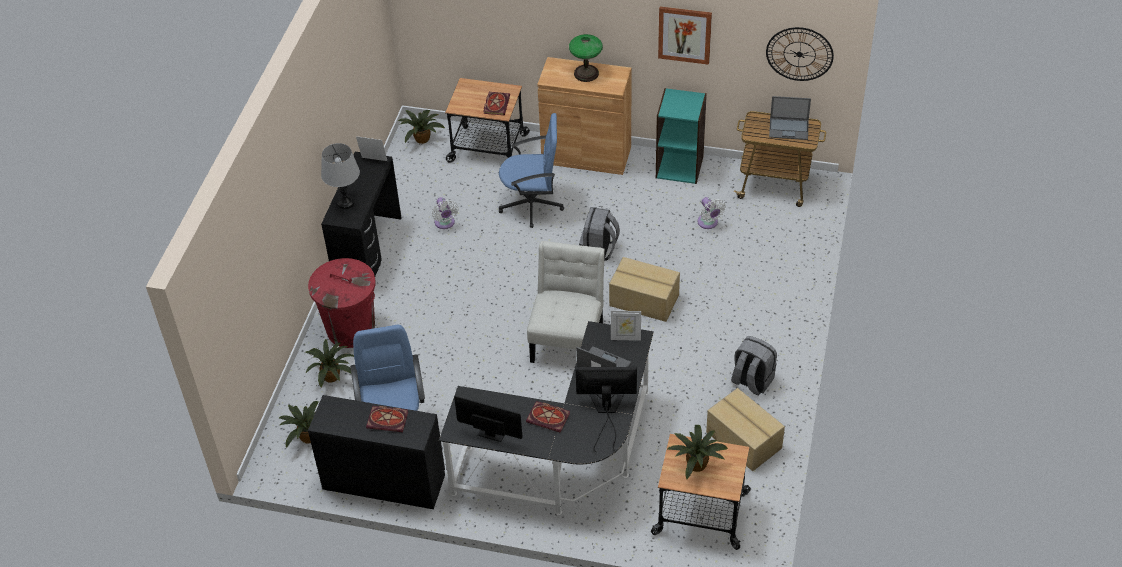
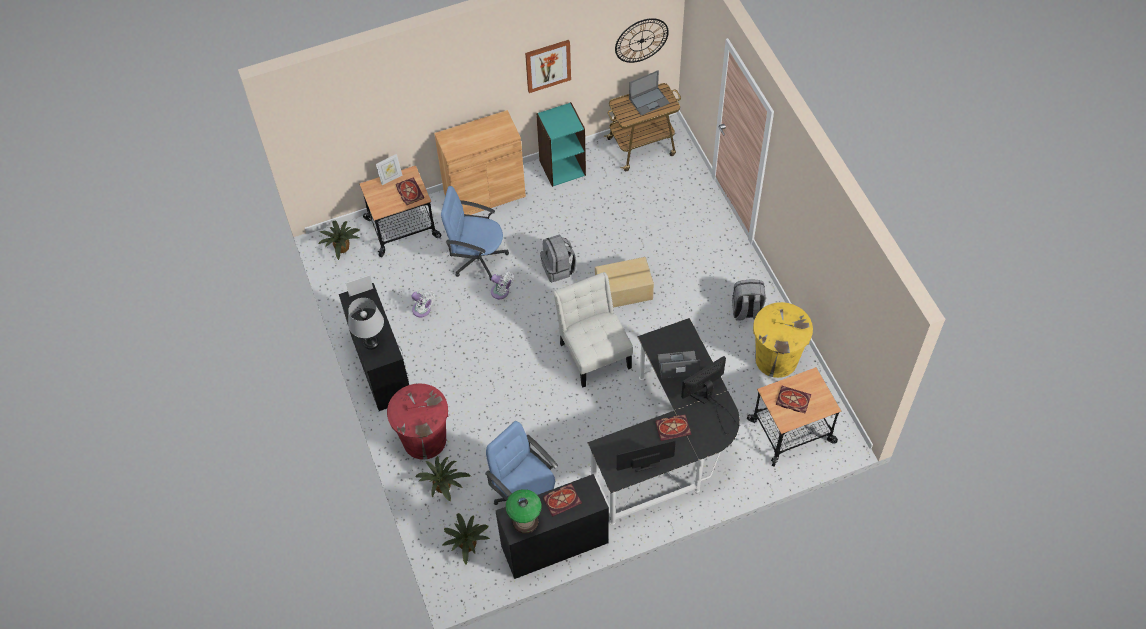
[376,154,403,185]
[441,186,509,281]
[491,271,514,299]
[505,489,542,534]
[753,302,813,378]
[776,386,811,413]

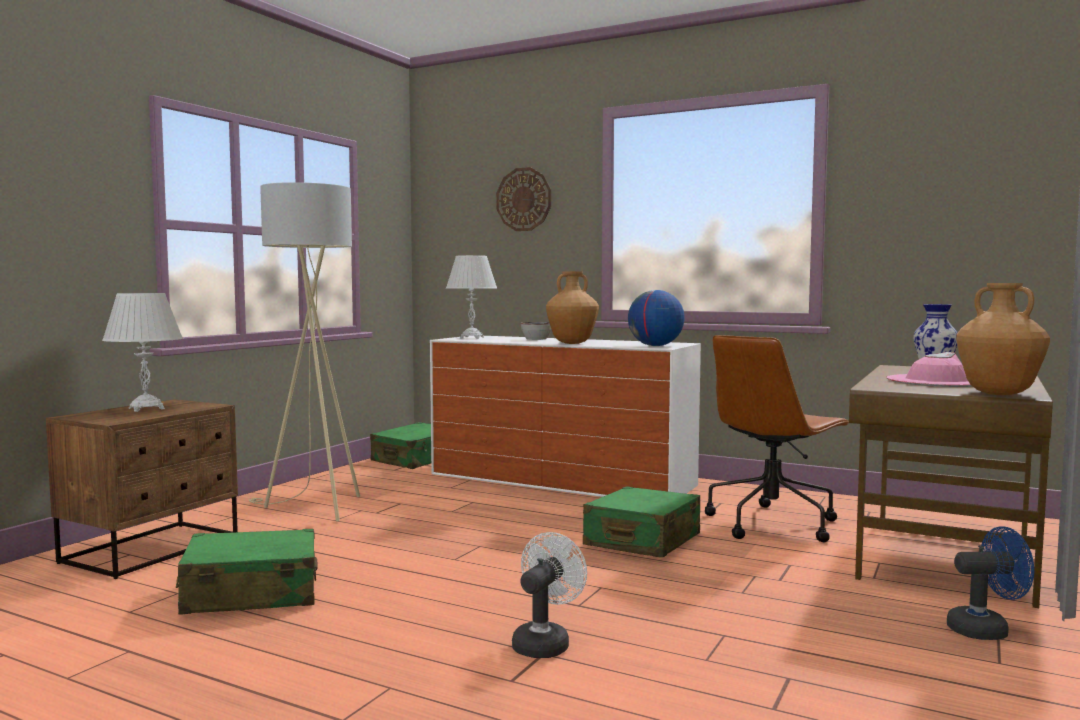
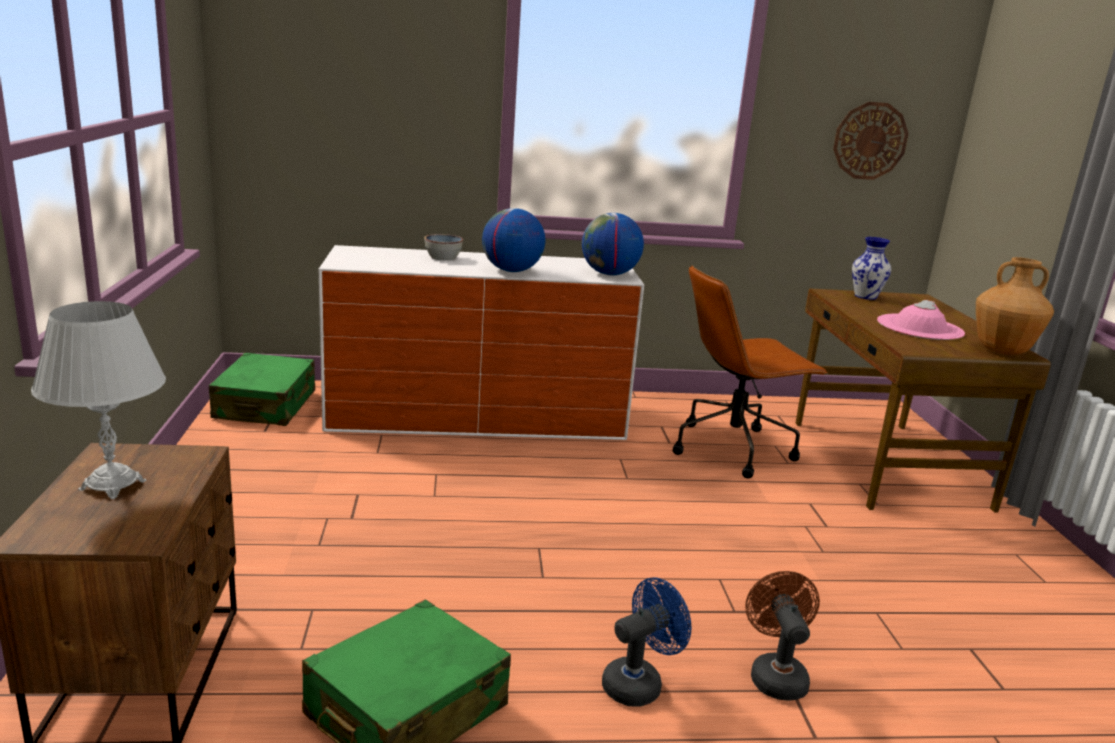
[482,208,545,272]
[602,577,692,707]
[673,265,828,478]
[745,571,820,701]
[833,102,909,180]
[249,182,360,521] (first image)
[446,255,497,339] (first image)
[583,486,700,558] (first image)

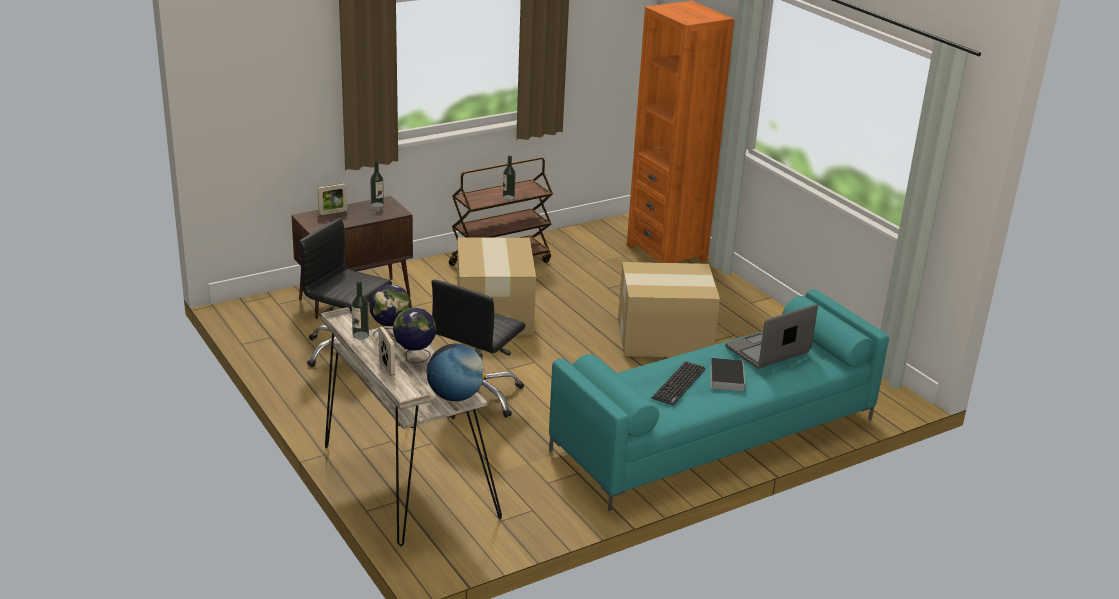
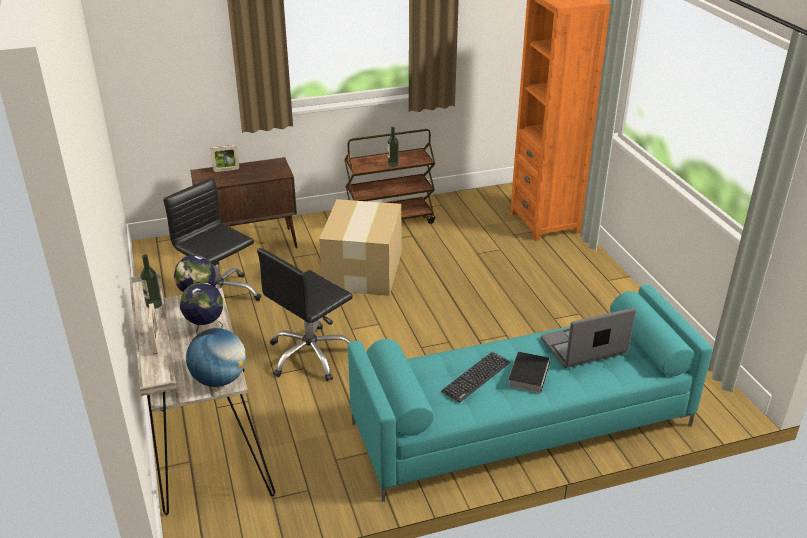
[370,161,384,208] (first image)
[618,262,720,357] (first image)

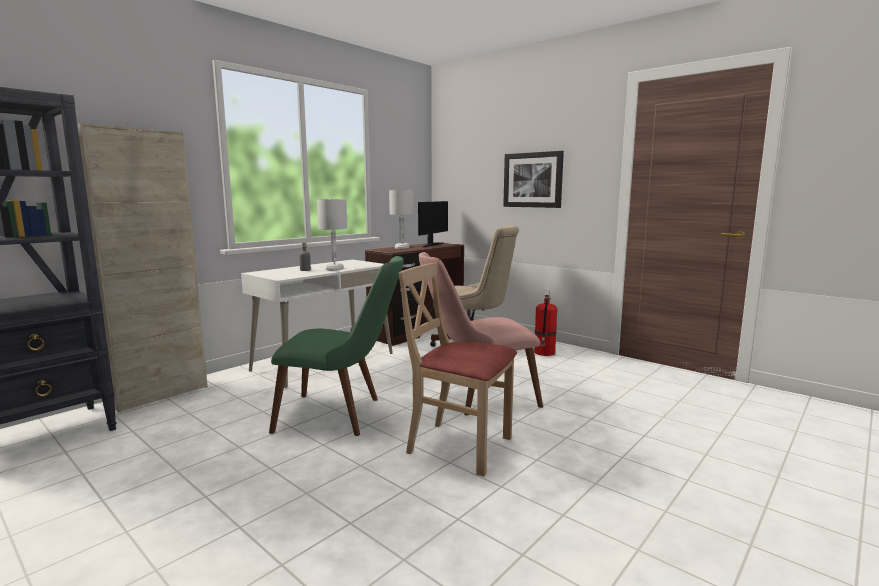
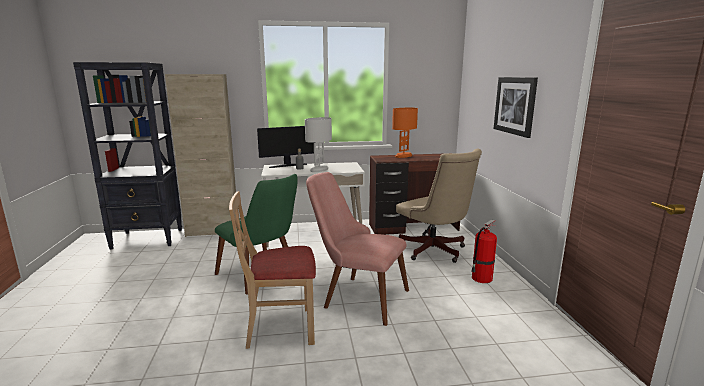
[229,191,316,349]
[257,126,314,168]
[392,108,418,158]

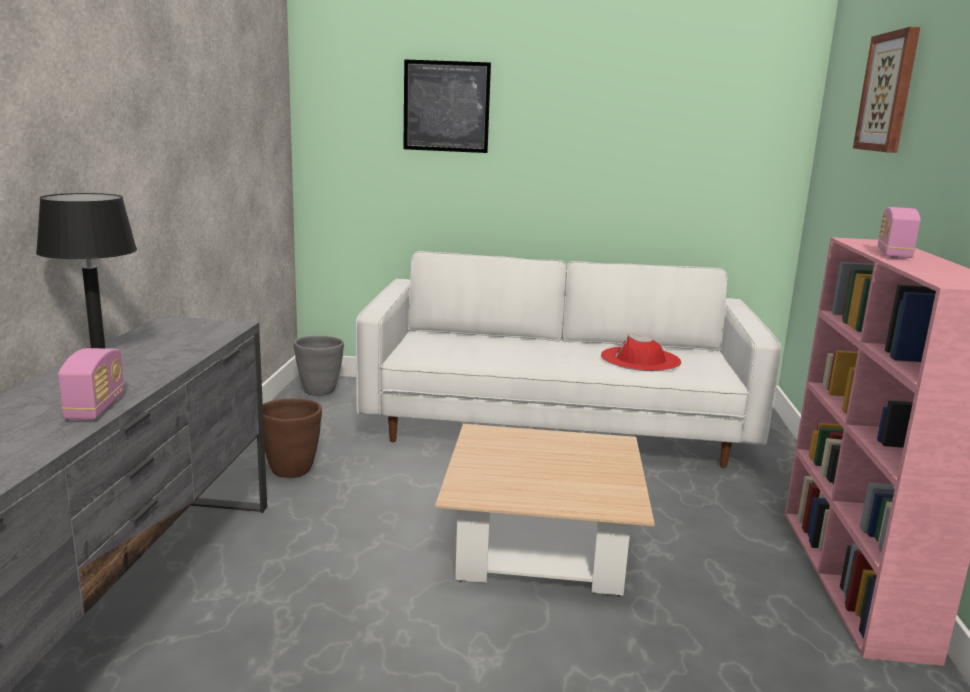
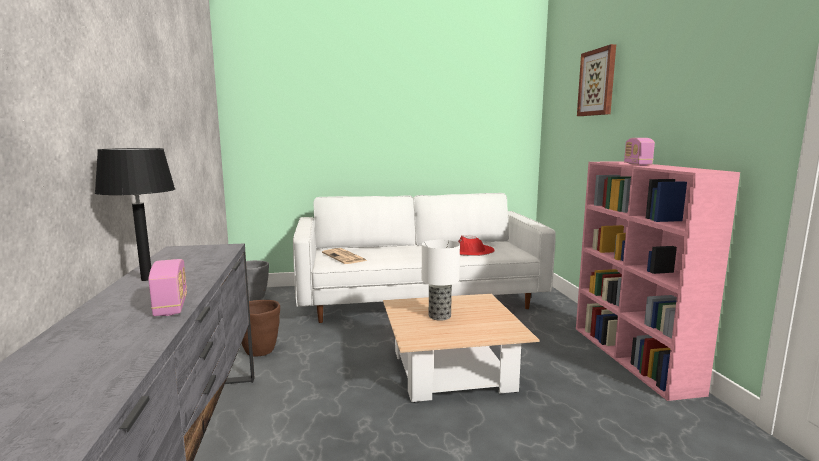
[322,248,367,264]
[422,240,460,321]
[403,59,491,153] (first image)

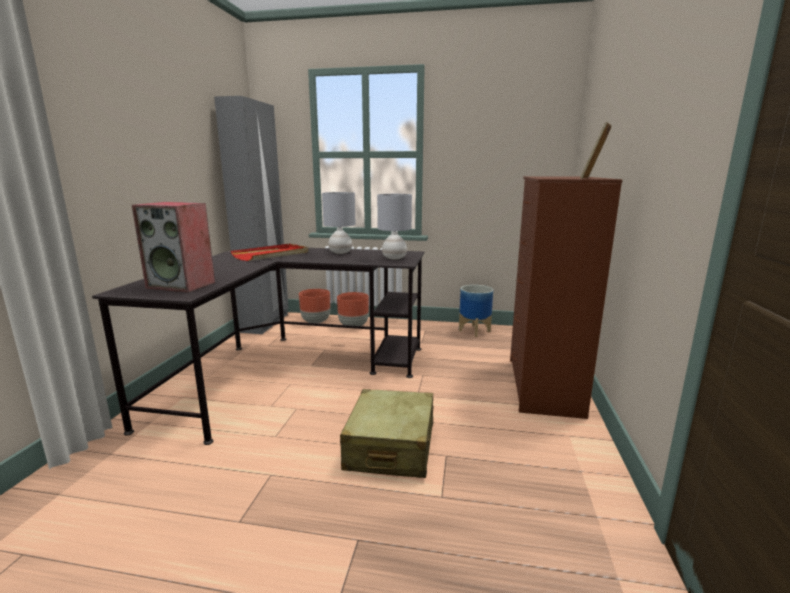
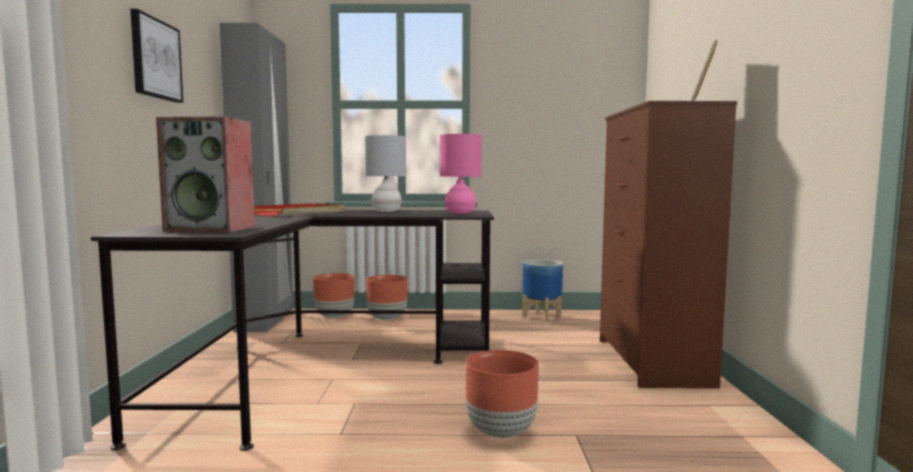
[130,9,183,103]
[440,134,482,214]
[465,350,539,438]

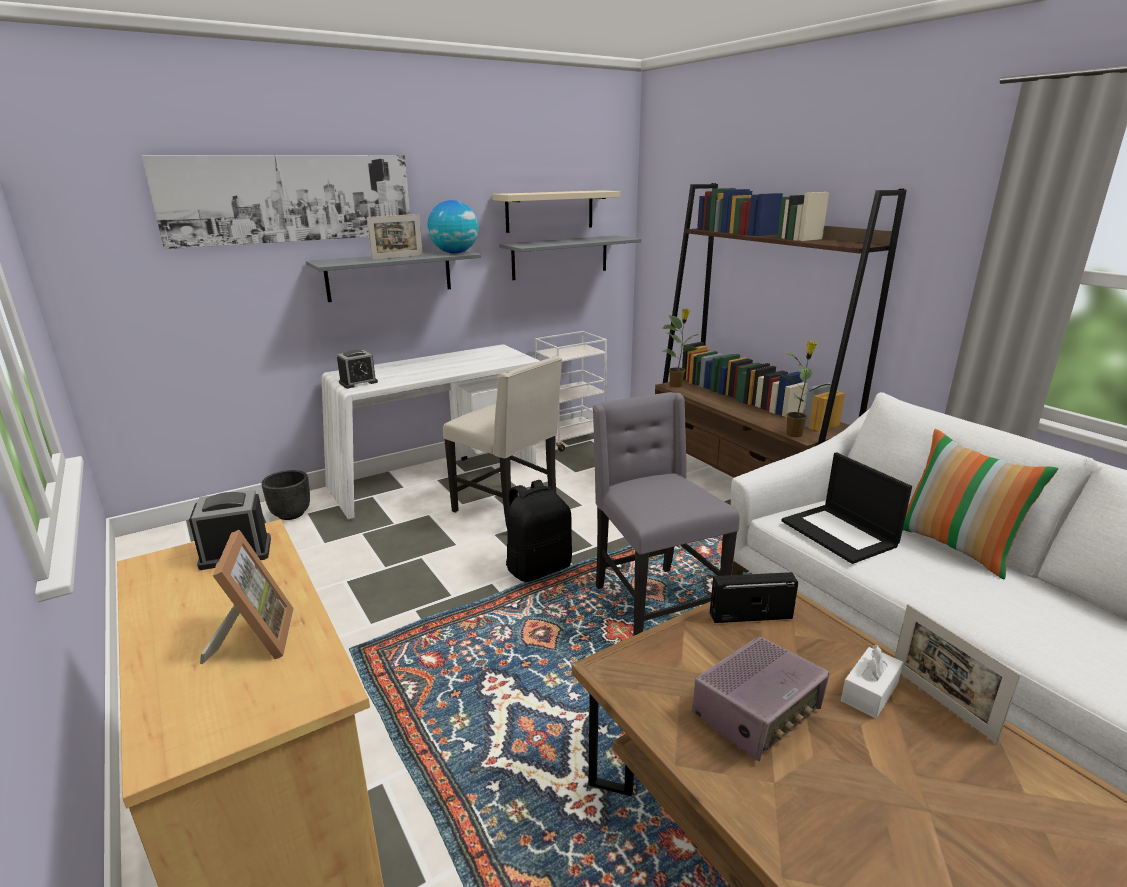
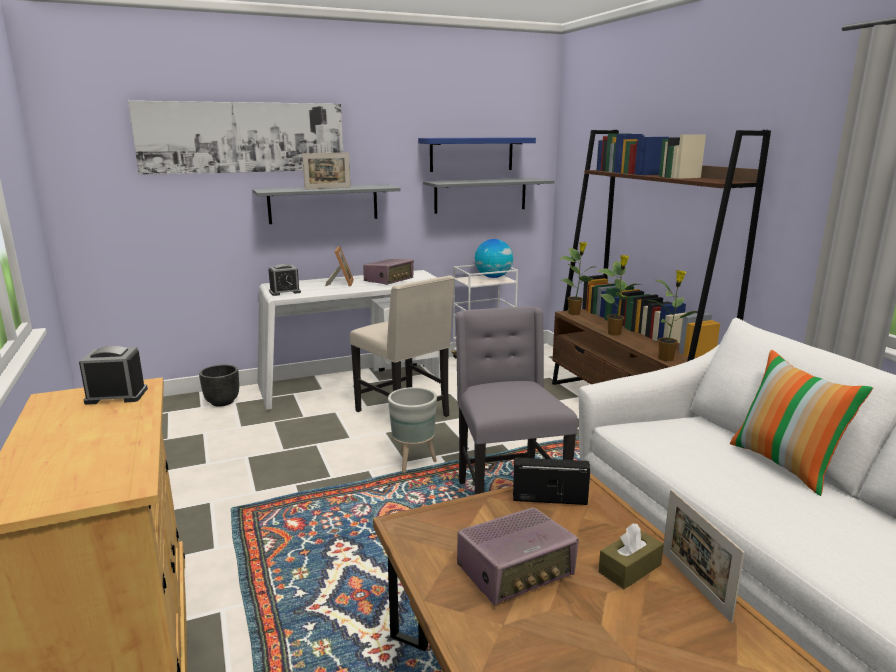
[325,246,354,286]
[363,259,414,285]
[388,387,437,473]
[418,137,536,172]
[474,239,513,278]
[597,255,640,335]
[598,523,664,589]
[782,452,912,564] (first image)

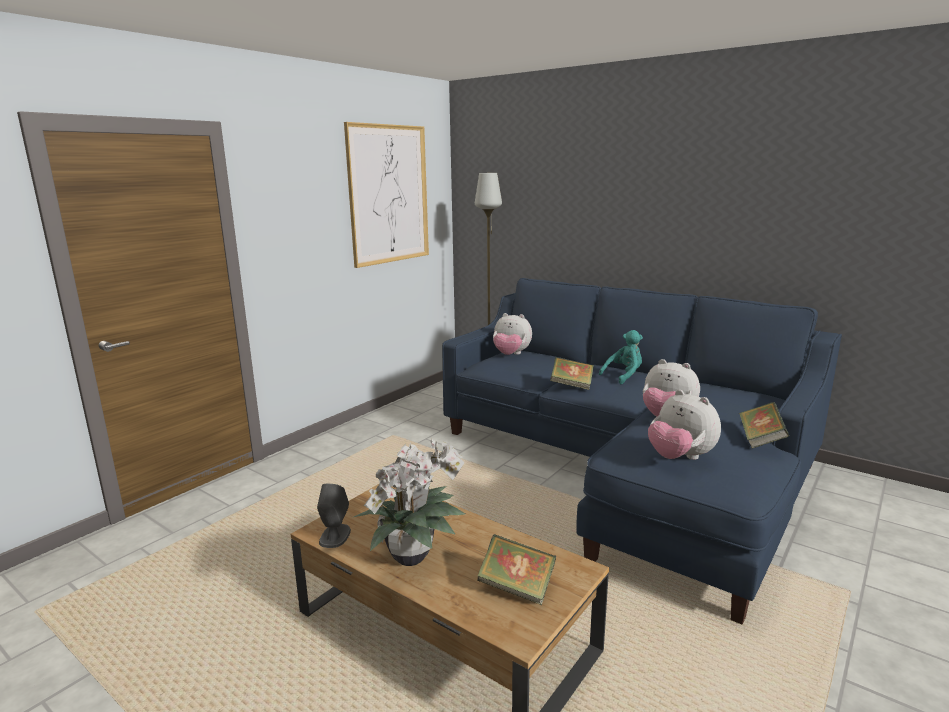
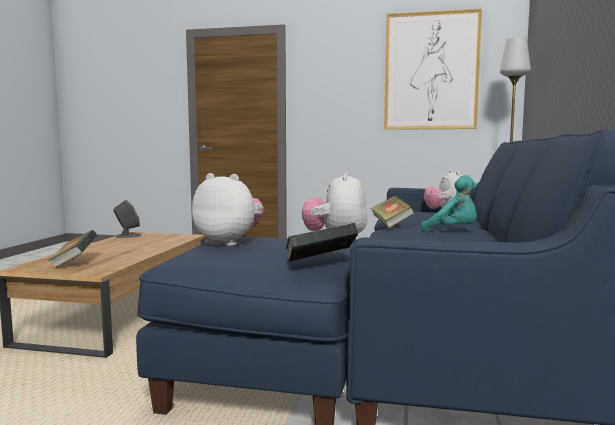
[192,173,264,246]
[354,439,465,566] (first image)

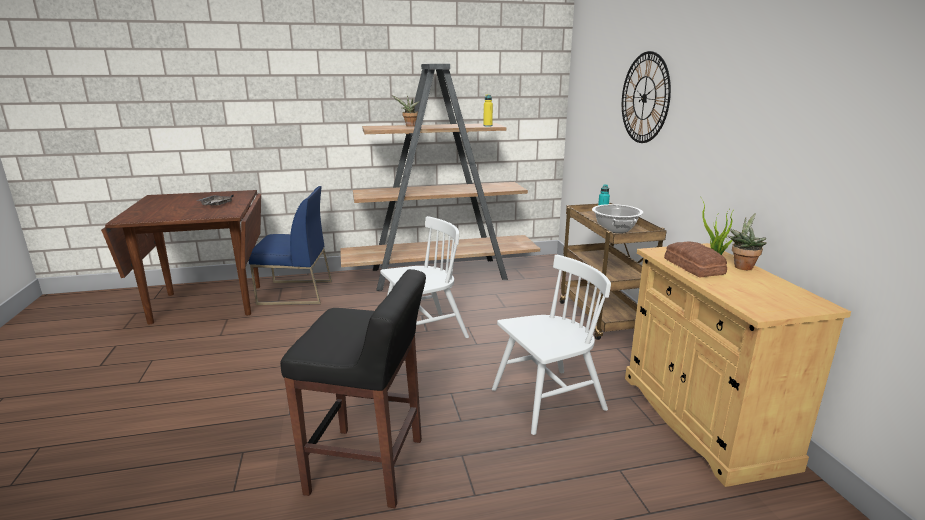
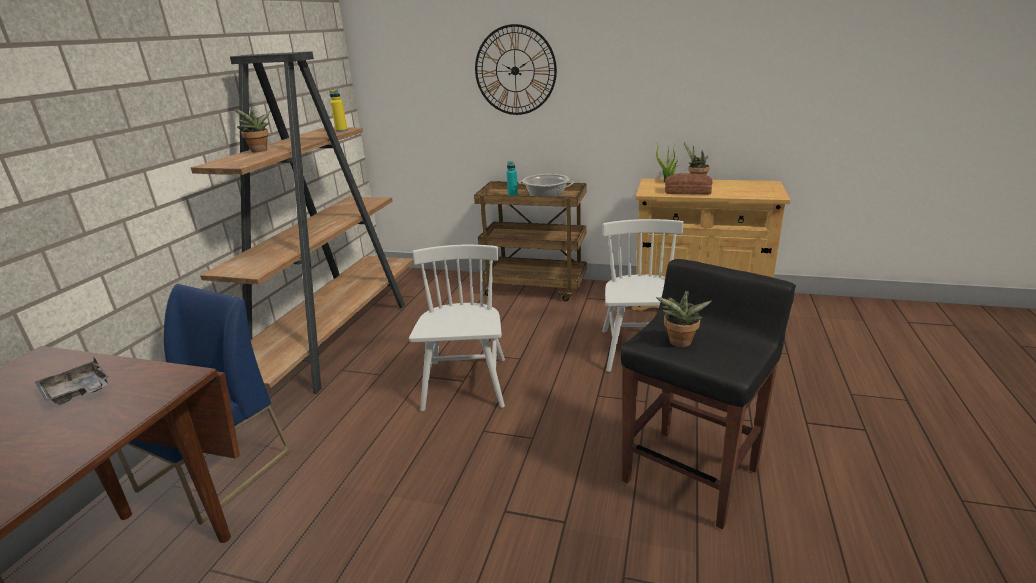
[656,291,712,347]

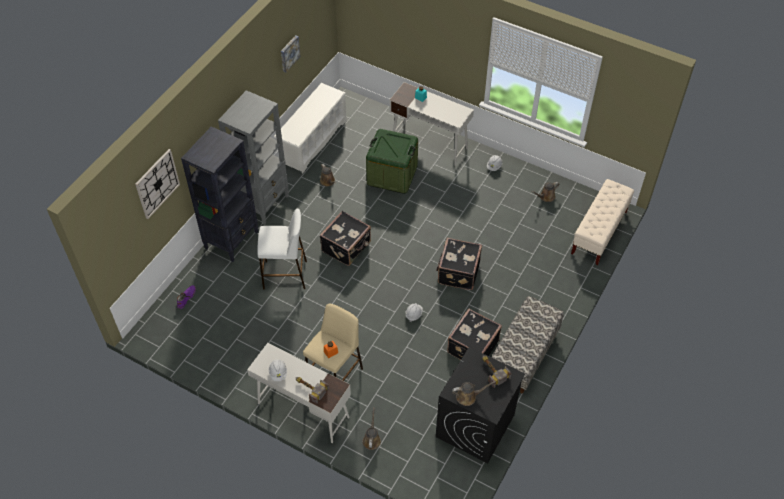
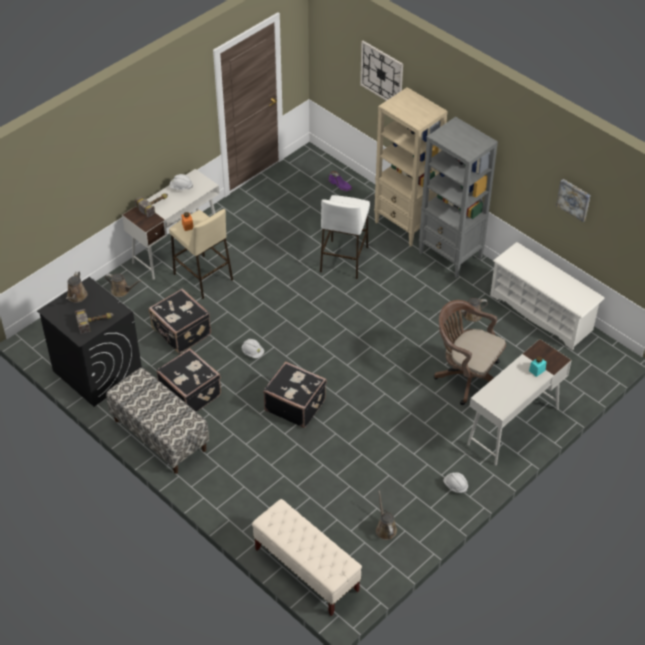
[149,288,211,353]
[374,87,448,246]
[434,300,506,405]

